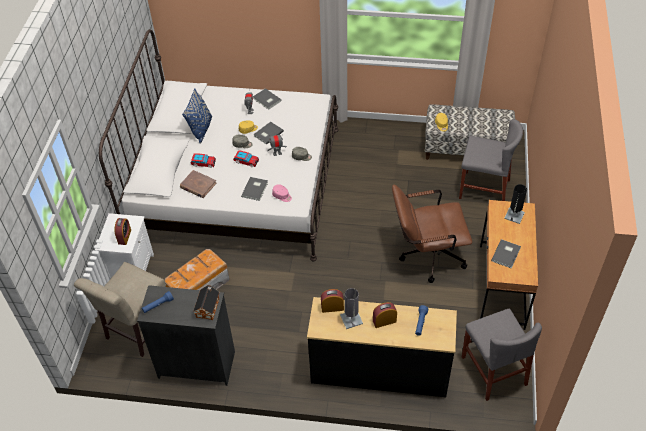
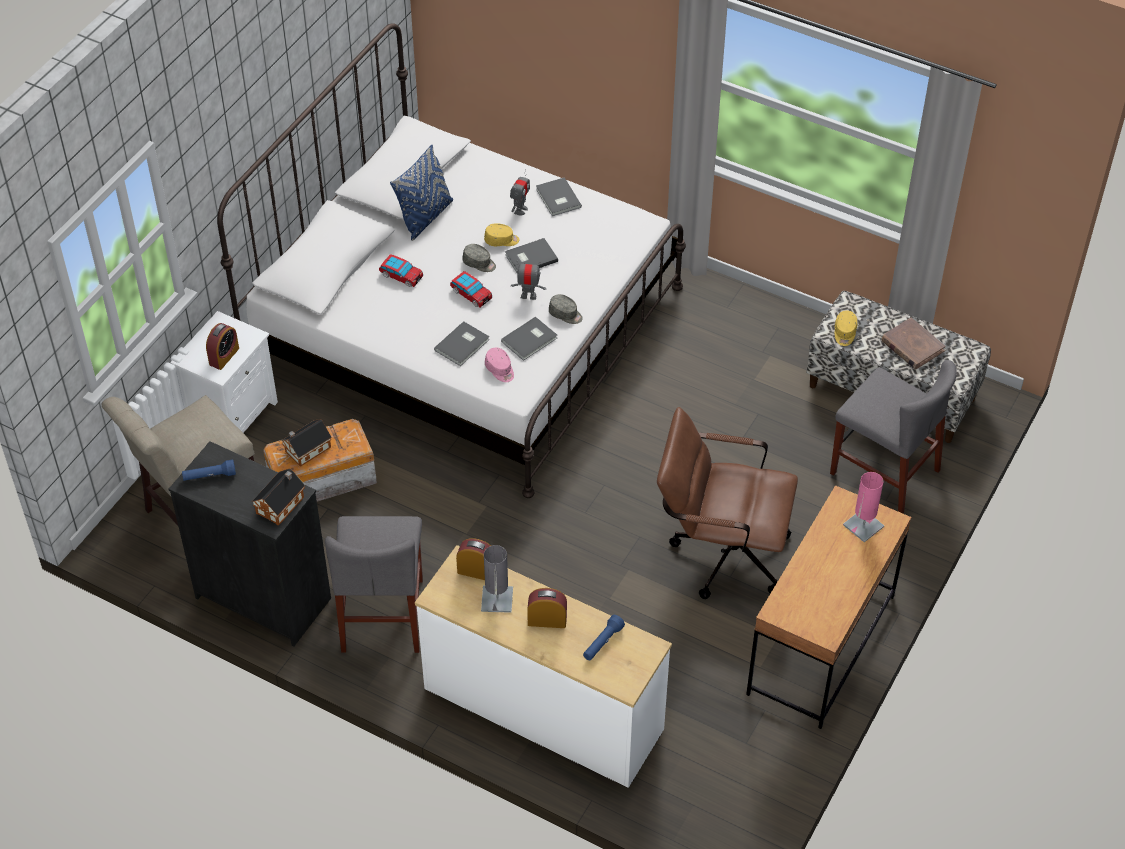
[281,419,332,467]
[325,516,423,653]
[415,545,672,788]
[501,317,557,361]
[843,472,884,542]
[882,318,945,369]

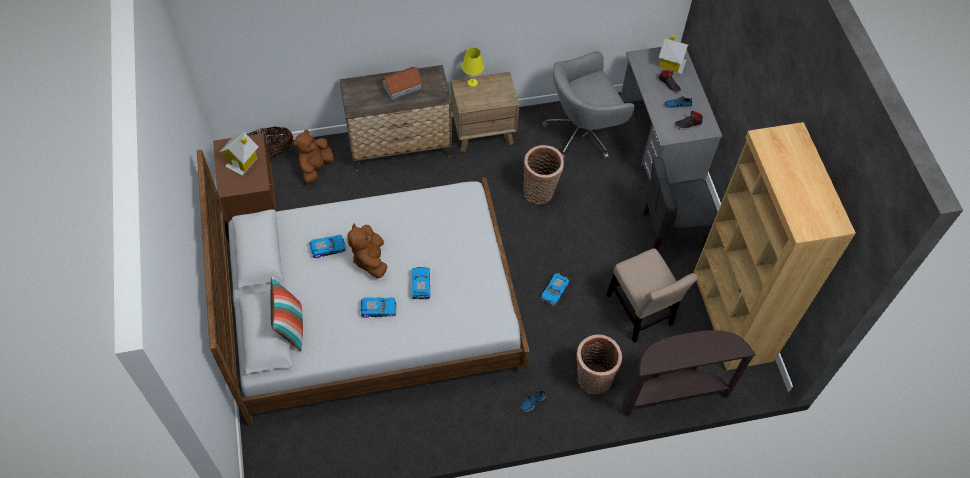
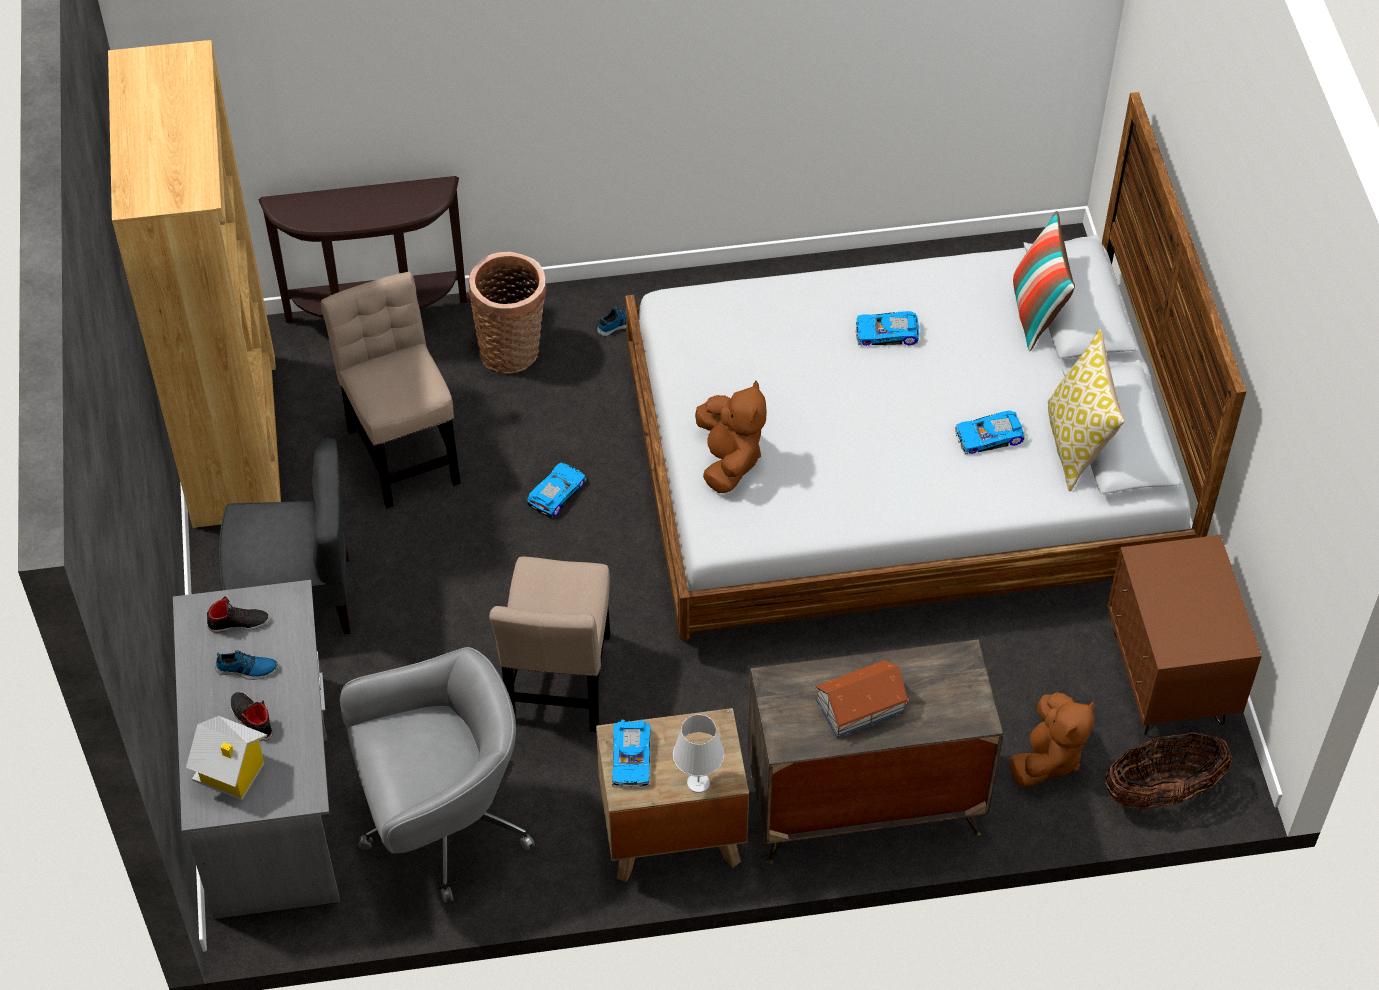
[489,557,610,732]
[612,720,650,788]
[673,715,724,793]
[695,381,767,493]
[1048,329,1125,491]
[220,132,259,176] (first image)

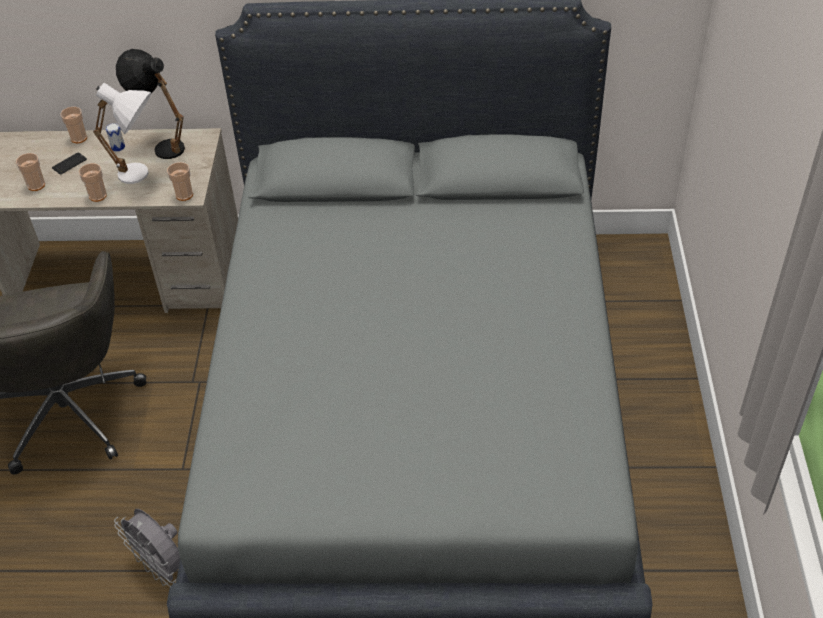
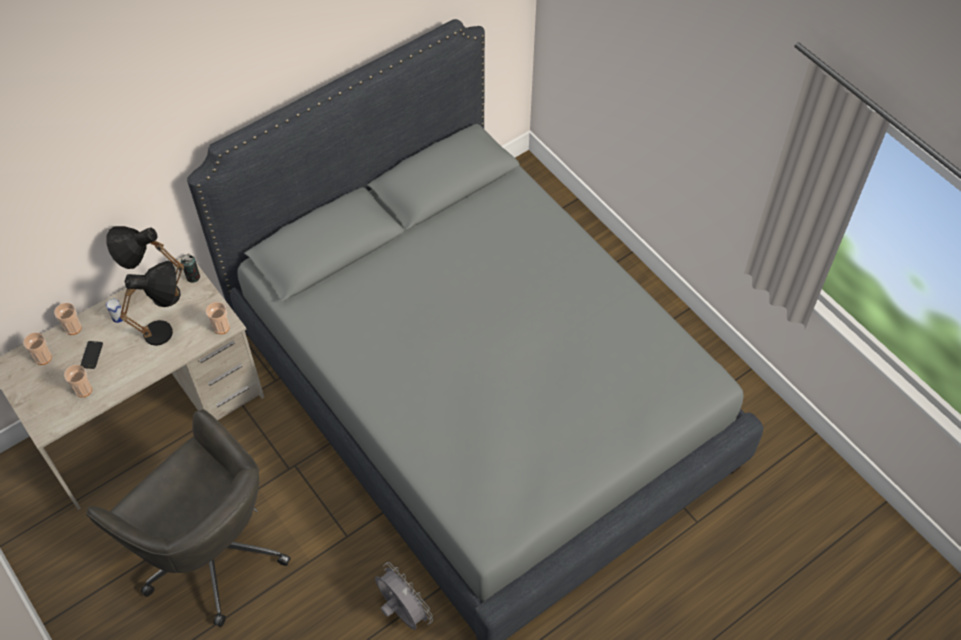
[23,332,52,365]
[120,260,176,346]
[181,254,200,283]
[375,562,433,630]

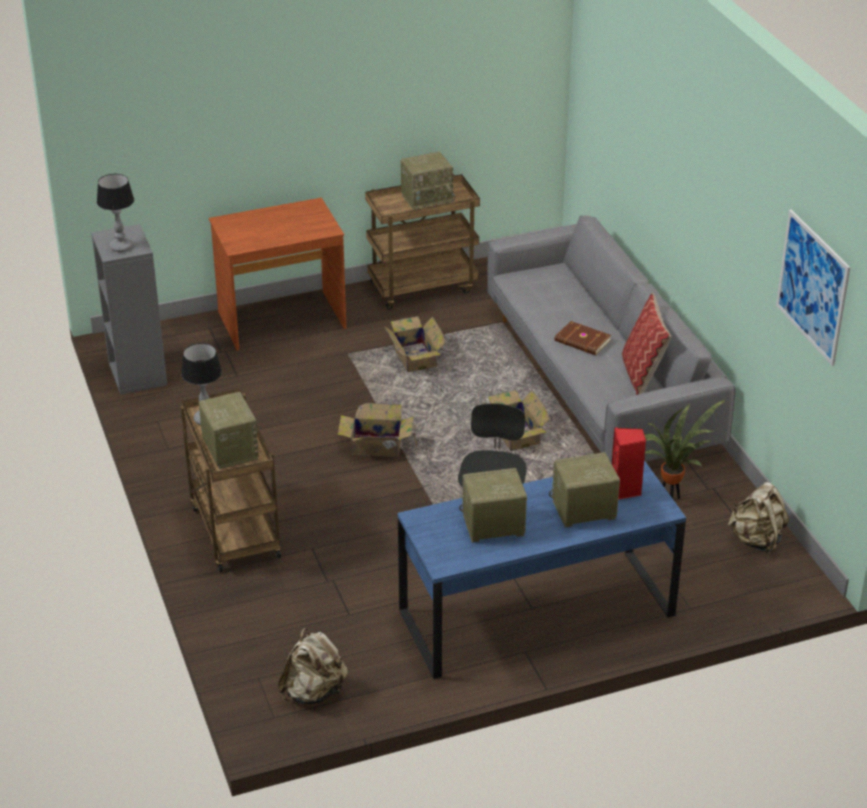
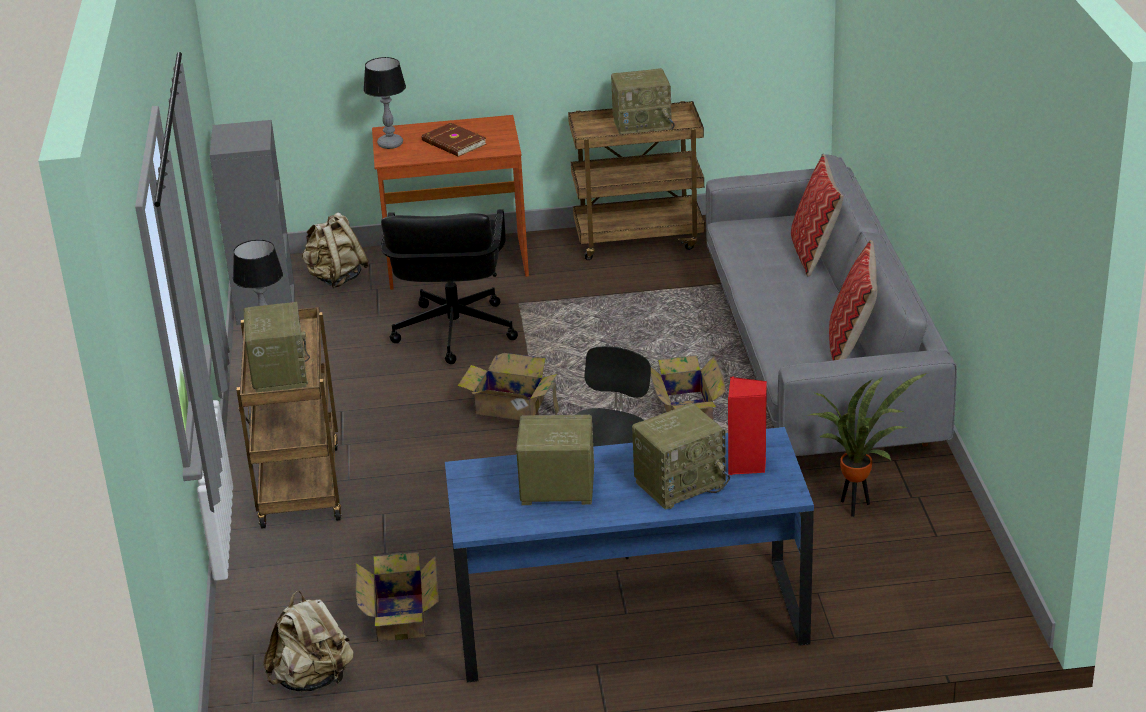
[301,212,369,288]
[356,552,439,642]
[363,57,406,149]
[381,209,518,364]
[422,123,486,157]
[632,403,730,510]
[791,154,844,277]
[776,210,851,366] (first image)

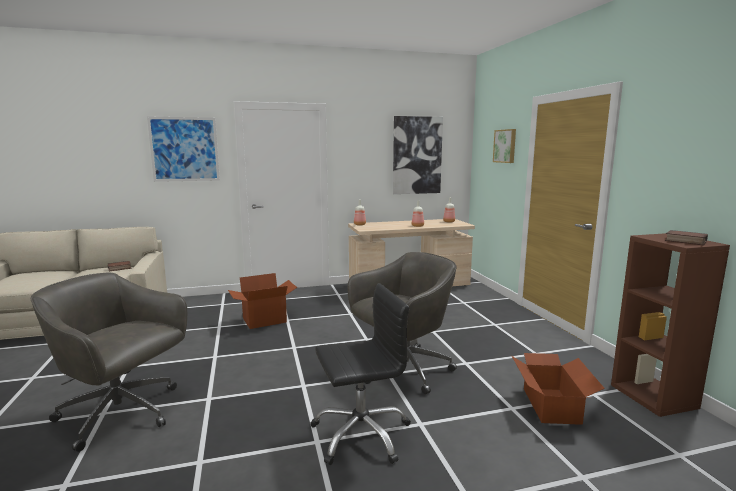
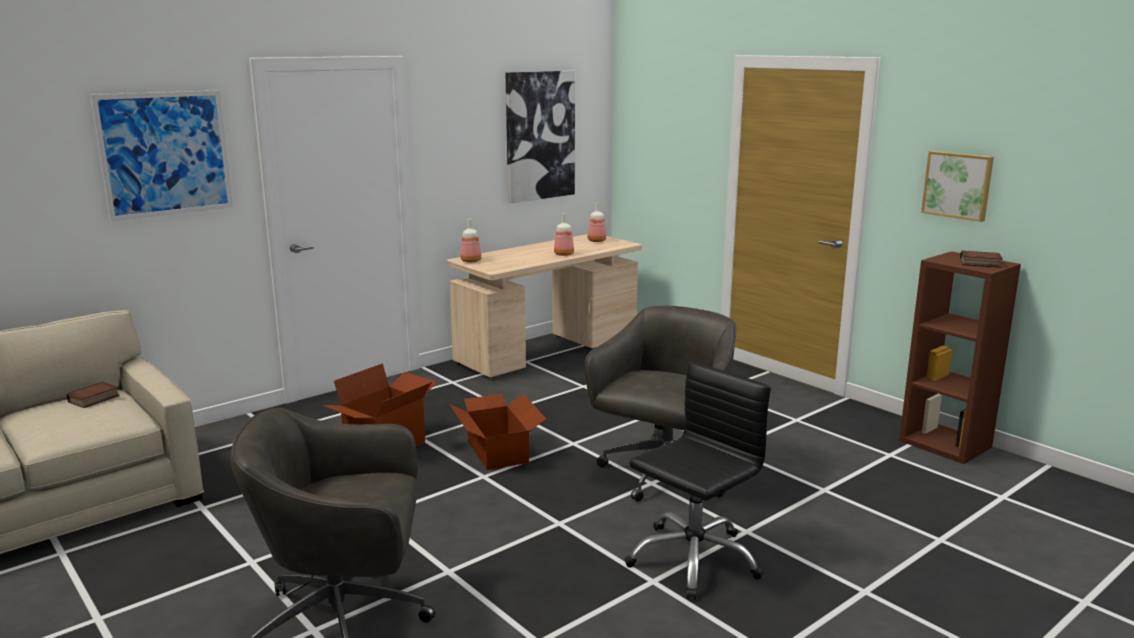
[449,394,546,470]
[921,151,994,222]

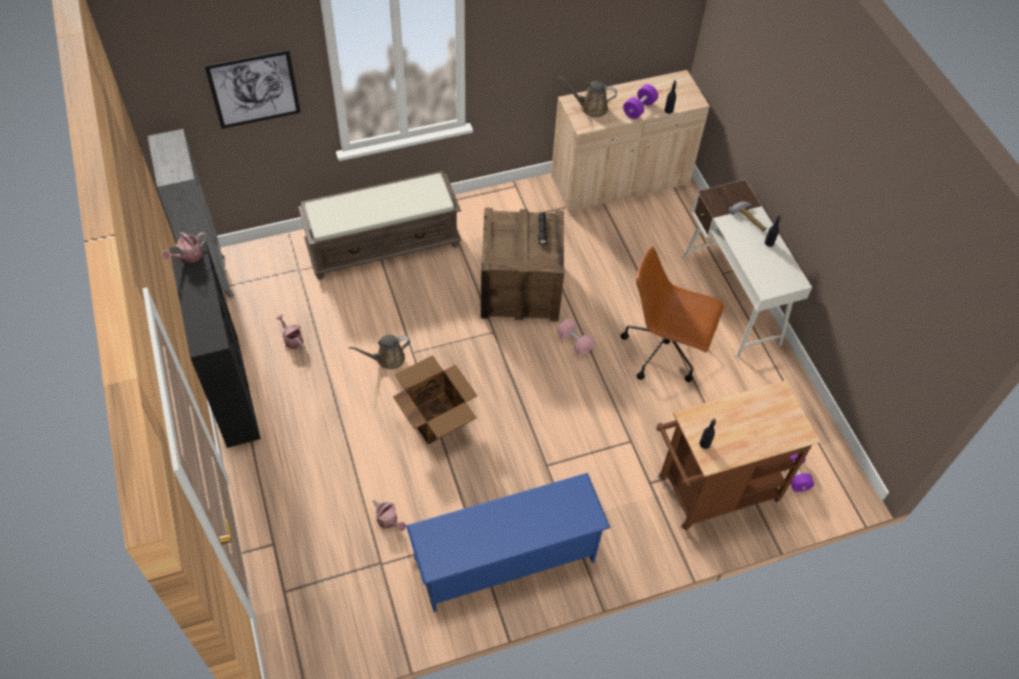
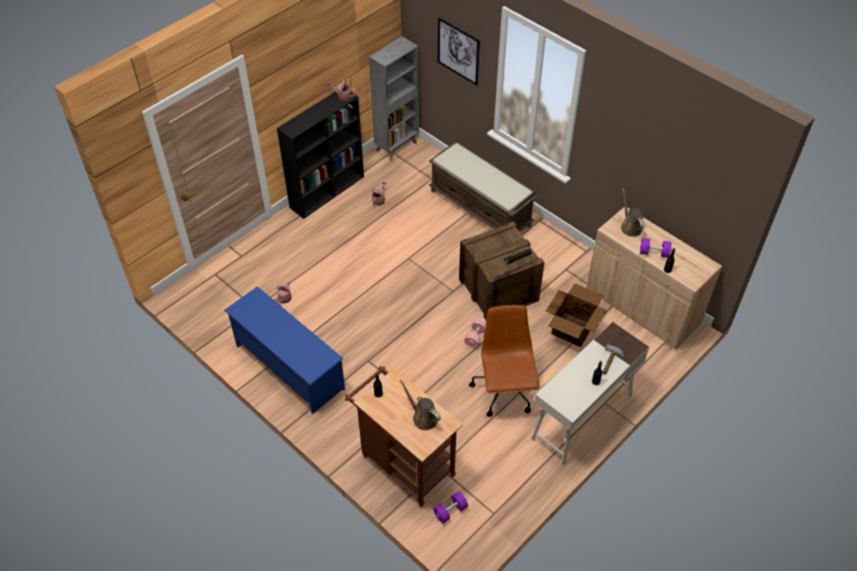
[399,379,441,430]
[546,283,607,347]

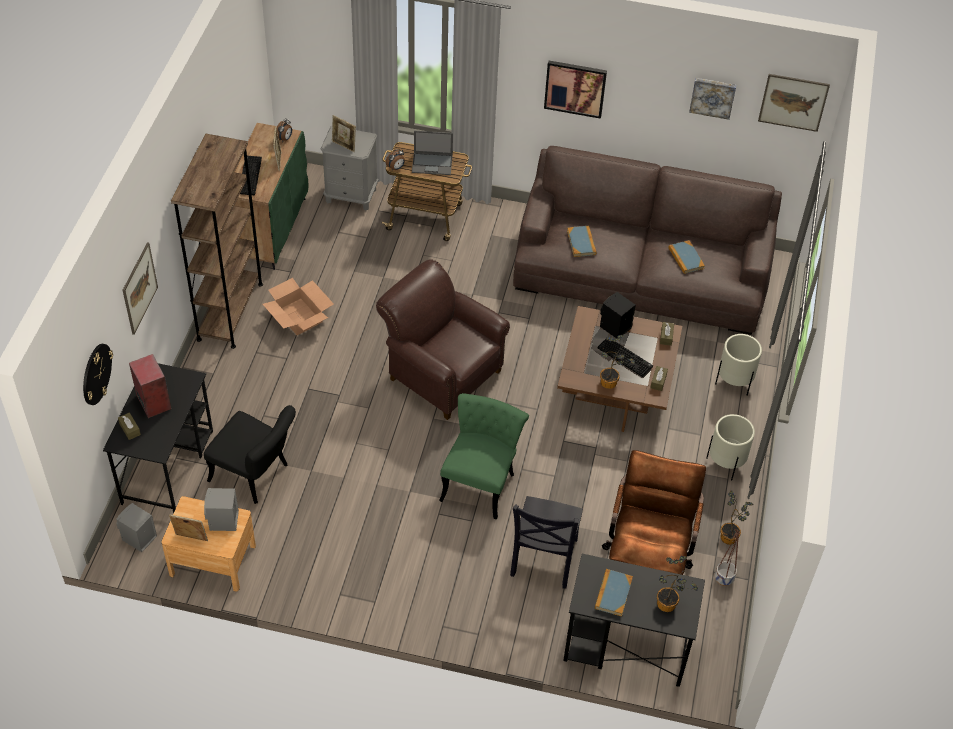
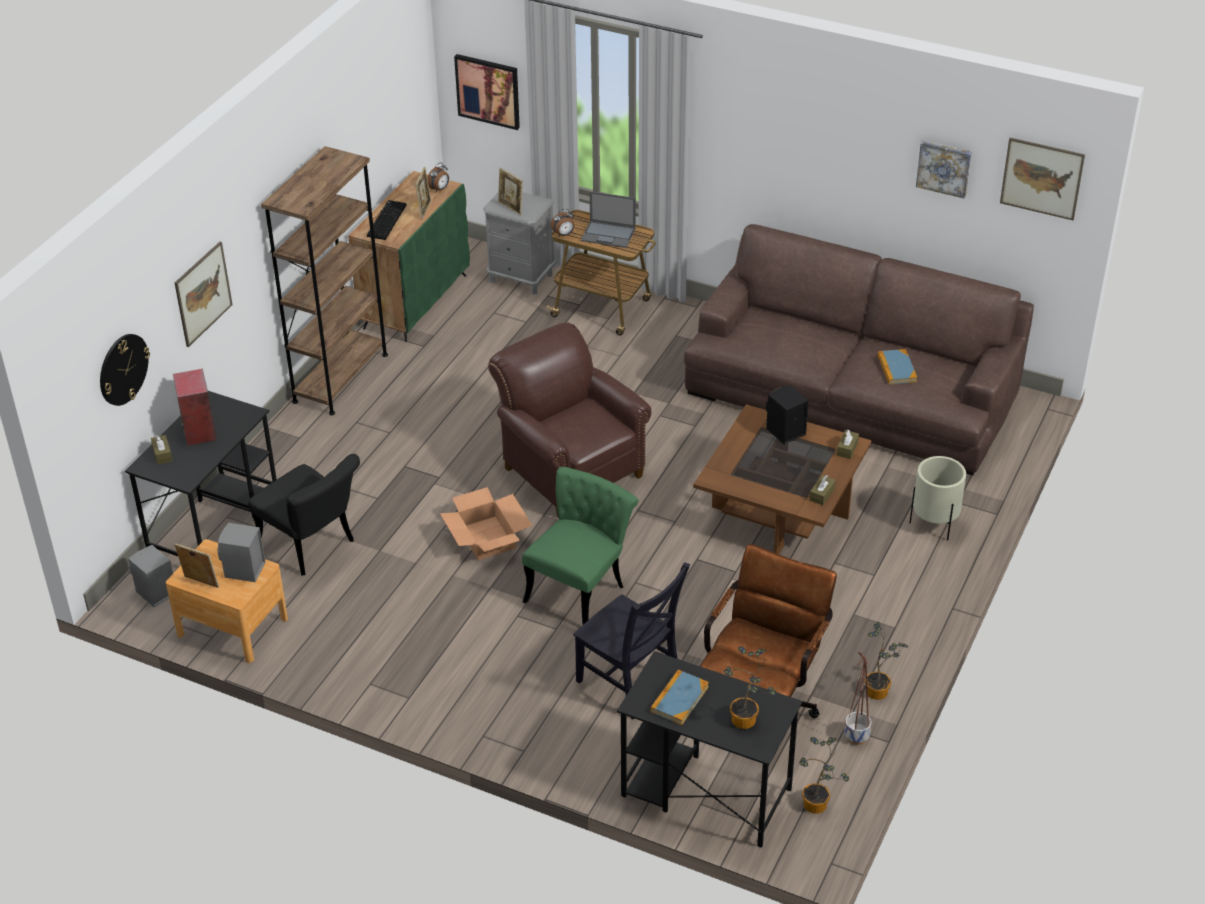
[440,487,533,560]
[454,54,520,130]
[573,562,691,720]
[799,737,849,814]
[567,226,597,257] (first image)
[598,339,653,377] (first image)
[706,414,755,481] (first image)

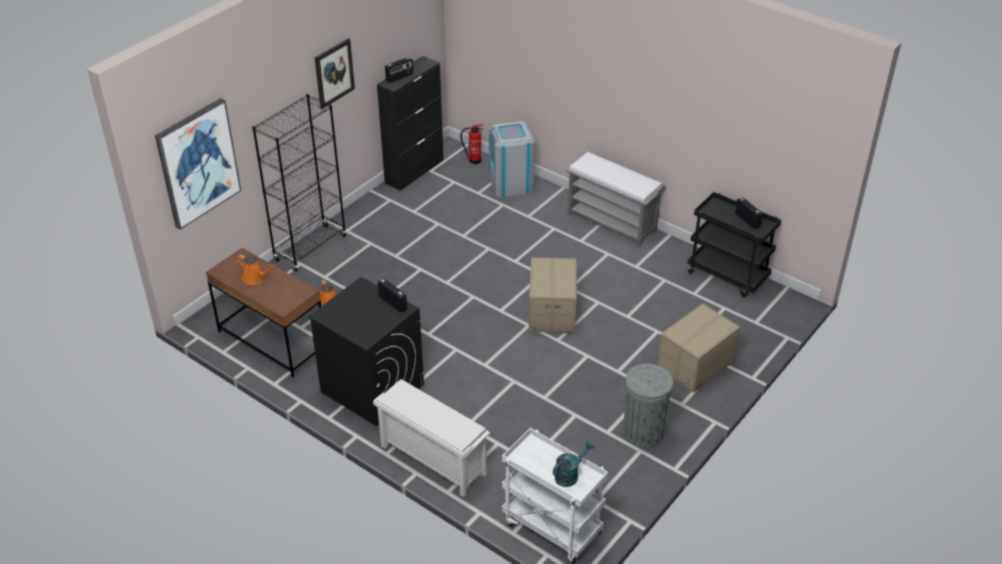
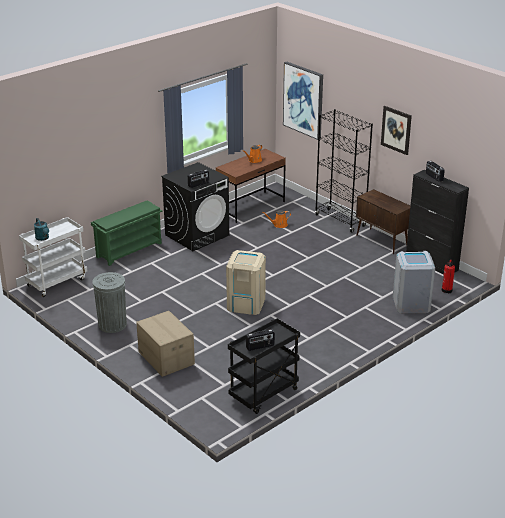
[91,200,163,266]
[226,250,266,315]
[356,189,410,254]
[566,152,665,247] (first image)

